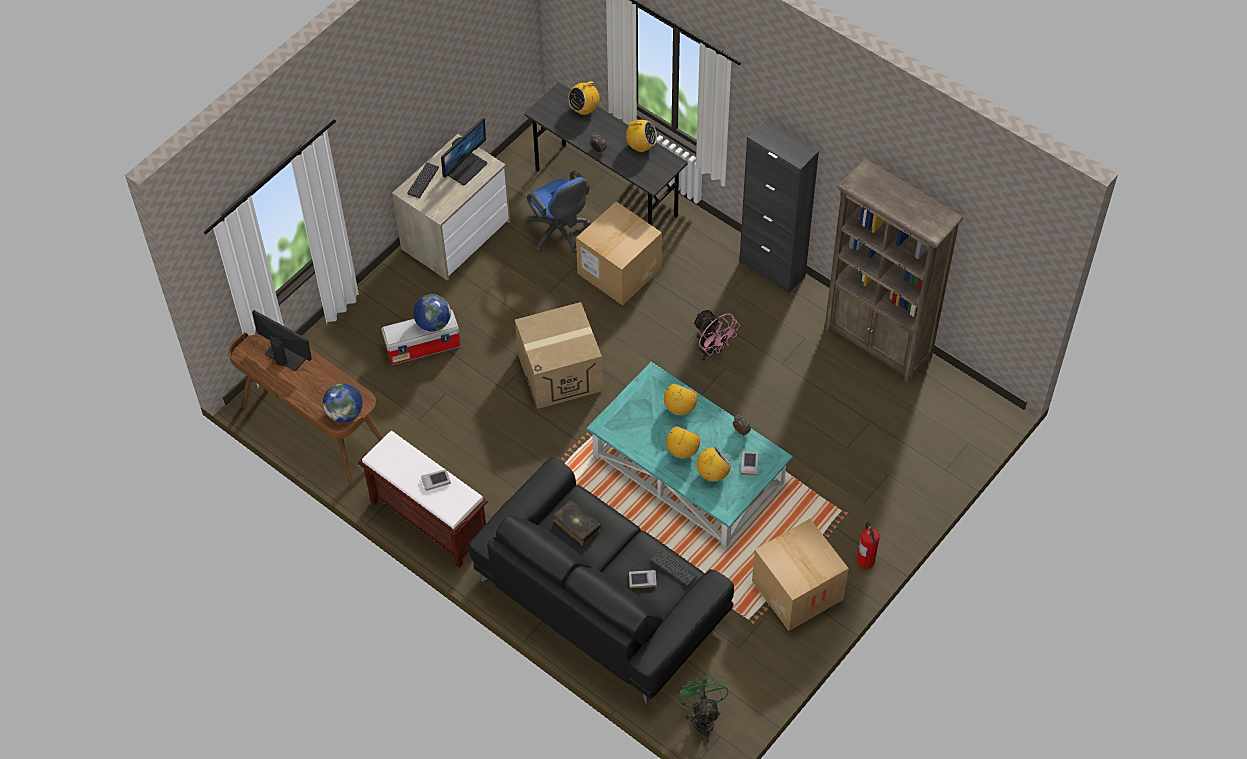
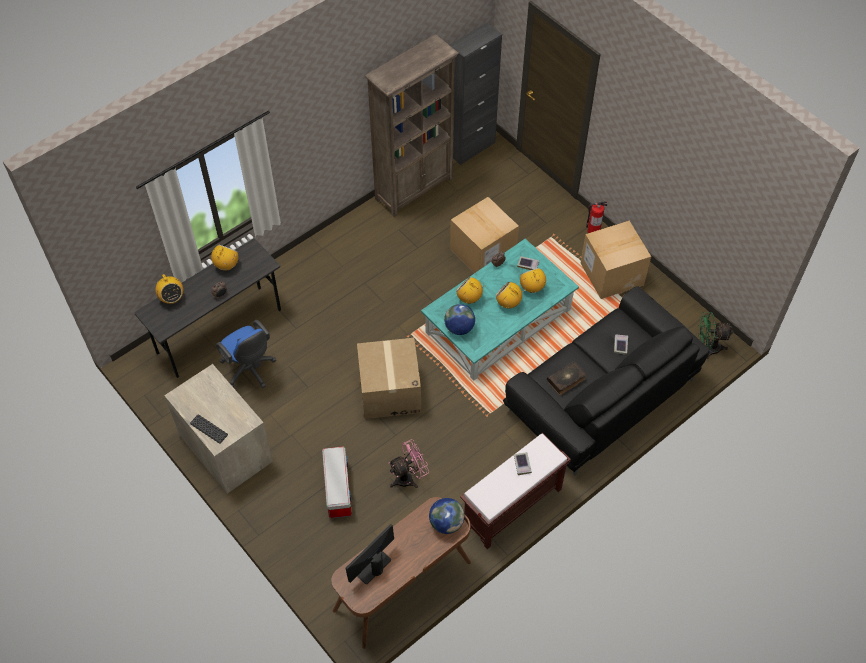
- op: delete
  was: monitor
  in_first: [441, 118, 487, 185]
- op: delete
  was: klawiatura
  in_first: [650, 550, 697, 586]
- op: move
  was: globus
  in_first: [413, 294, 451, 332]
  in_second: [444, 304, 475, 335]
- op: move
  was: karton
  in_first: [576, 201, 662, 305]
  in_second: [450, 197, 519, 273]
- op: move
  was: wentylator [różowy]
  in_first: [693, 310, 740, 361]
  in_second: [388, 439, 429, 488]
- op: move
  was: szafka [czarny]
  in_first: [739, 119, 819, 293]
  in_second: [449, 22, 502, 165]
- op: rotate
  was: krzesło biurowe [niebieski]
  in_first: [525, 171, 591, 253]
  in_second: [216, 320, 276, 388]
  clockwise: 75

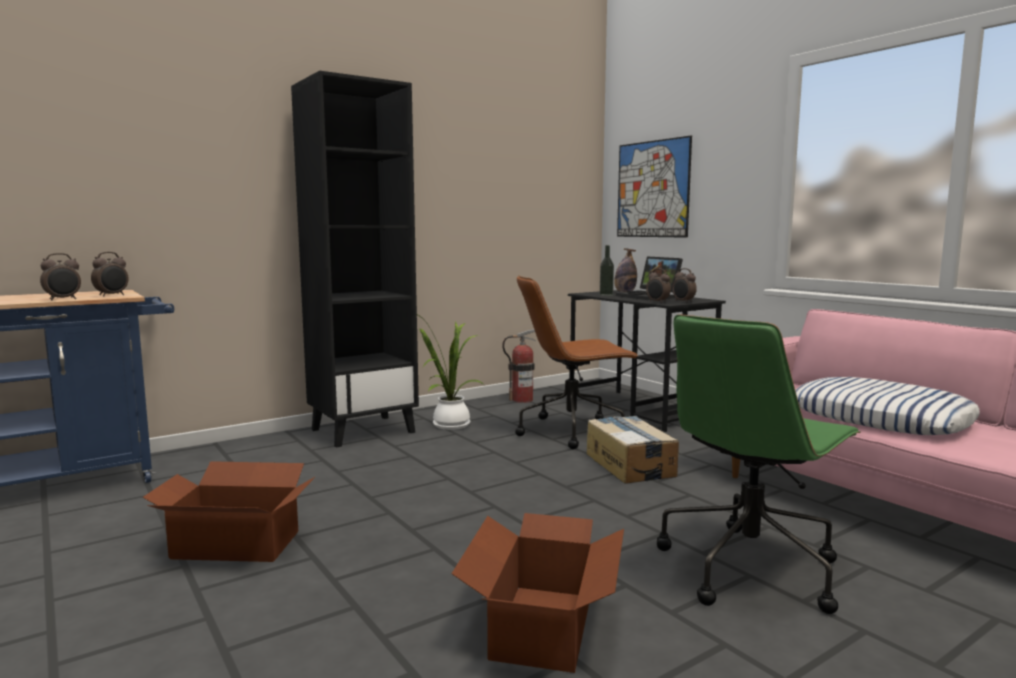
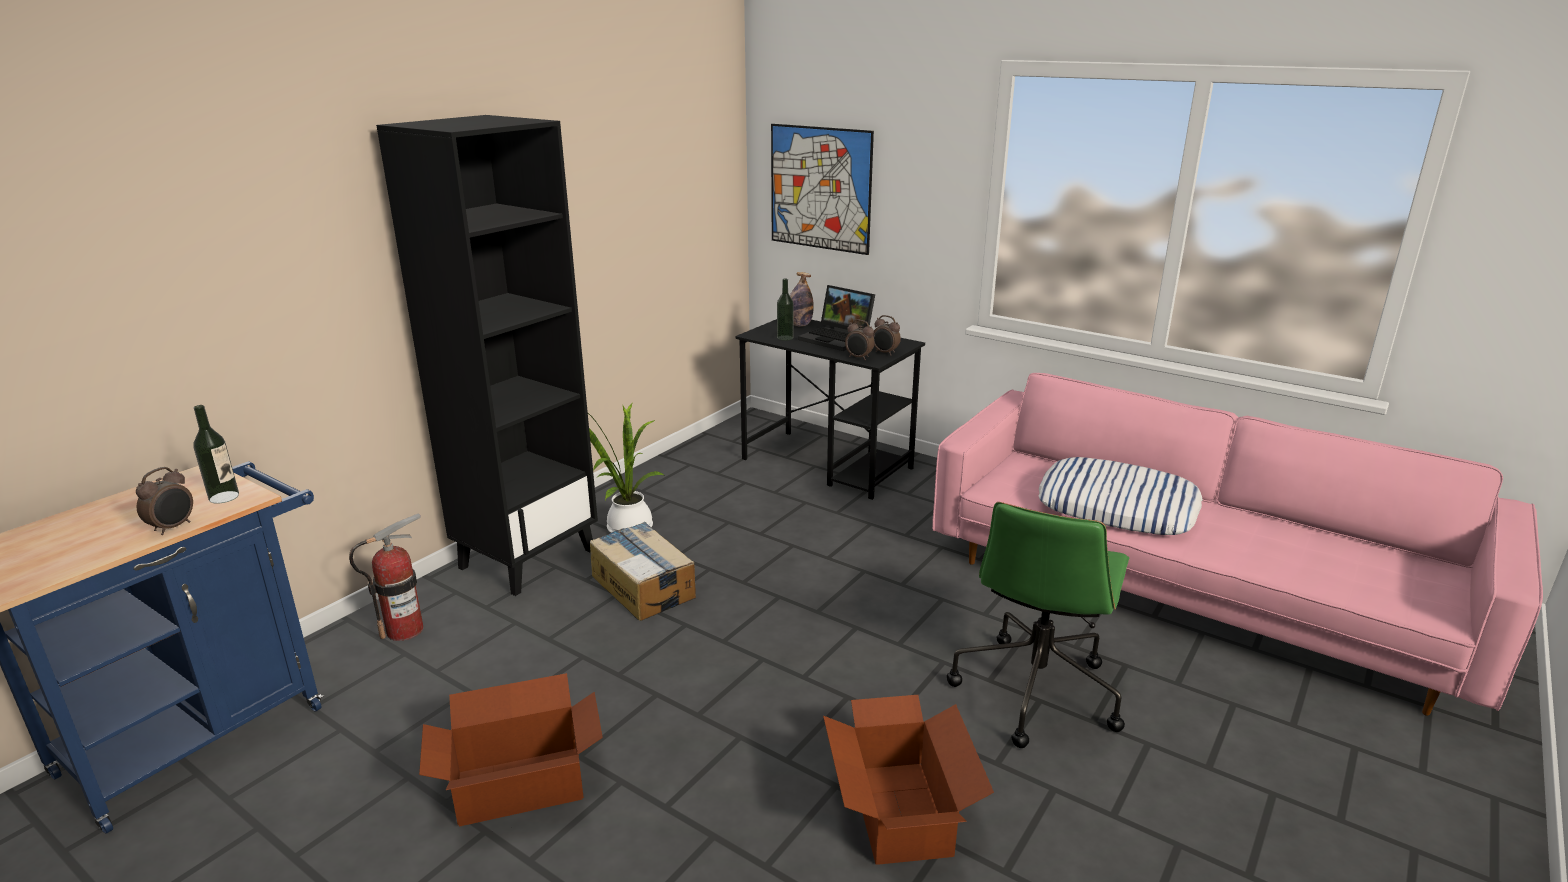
- op: delete
  was: krzesło biurowe [brązowy]
  in_first: [515, 275, 639, 449]
- op: move
  was: gaśnica
  in_first: [502, 329, 536, 403]
  in_second: [349, 513, 424, 641]
- op: move
  was: karton
  in_first: [586, 416, 679, 484]
  in_second: [590, 522, 696, 621]
- op: replace
  was: budzik
  now: butelka
  in_first: [91, 252, 128, 296]
  in_second: [193, 405, 239, 504]

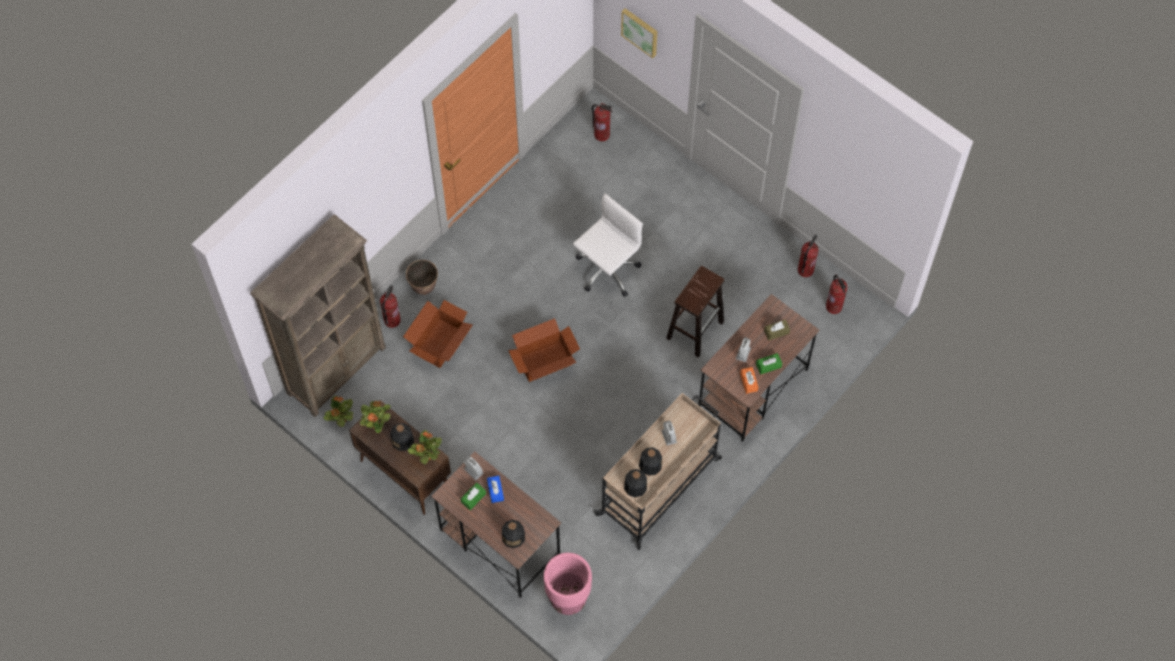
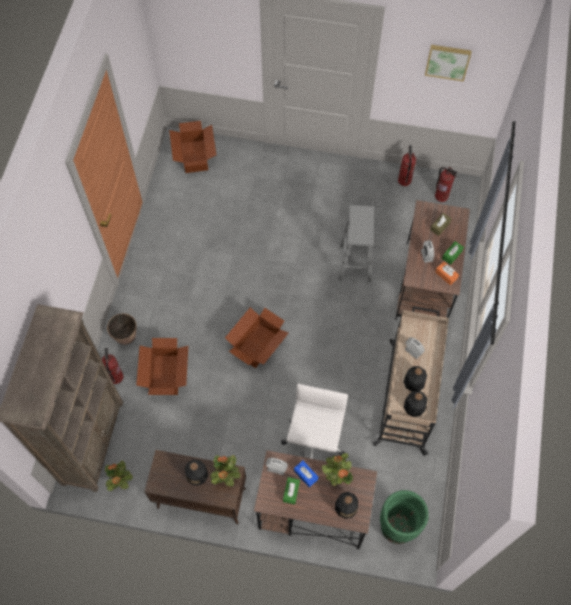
- op: move
  was: roślina doniczkowa
  in_first: [360, 401, 391, 433]
  in_second: [322, 453, 353, 486]
- op: move
  was: krzesło biurowe [biały]
  in_first: [573, 193, 643, 297]
  in_second: [281, 384, 348, 459]
- op: move
  was: obraz
  in_first: [621, 8, 657, 58]
  in_second: [425, 45, 472, 82]
- op: replace
  was: gaśnica
  now: karton
  in_first: [592, 103, 613, 141]
  in_second: [169, 121, 216, 173]
- op: recolor
  was: donica [różowy]
  now: donica [zielony]
  in_first: [544, 553, 592, 615]
  in_second: [380, 490, 429, 544]
- op: recolor
  was: stołek [brązowy]
  now: stołek [szary]
  in_first: [666, 266, 725, 358]
  in_second: [338, 205, 374, 282]

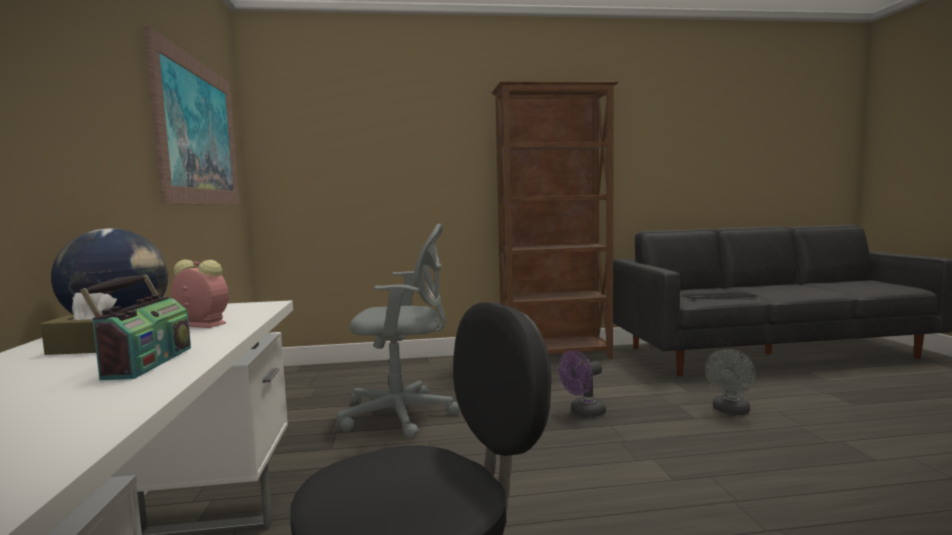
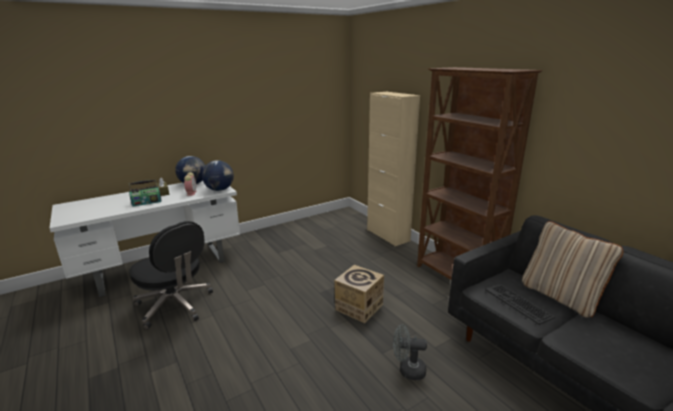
- op: delete
  was: obraz
  in_first: [144, 26, 239, 205]
- op: delete
  was: krzesło biurowe [szary]
  in_first: [337, 224, 460, 439]
- op: insert
  now: globus
  in_second: [202, 160, 234, 191]
- op: insert
  now: szafka [beżowy]
  in_second: [367, 92, 420, 246]
- op: insert
  now: poduszka [beżowy]
  in_second: [522, 221, 623, 318]
- op: replace
  was: wentylator [fioletowy]
  now: karton
  in_first: [559, 350, 606, 418]
  in_second: [334, 265, 384, 323]

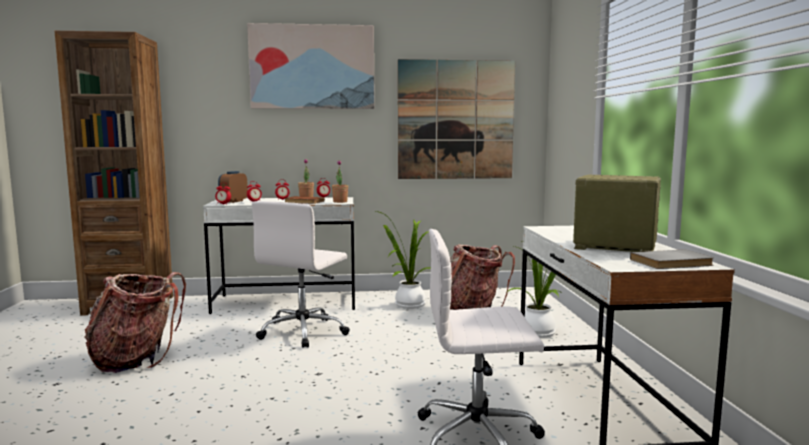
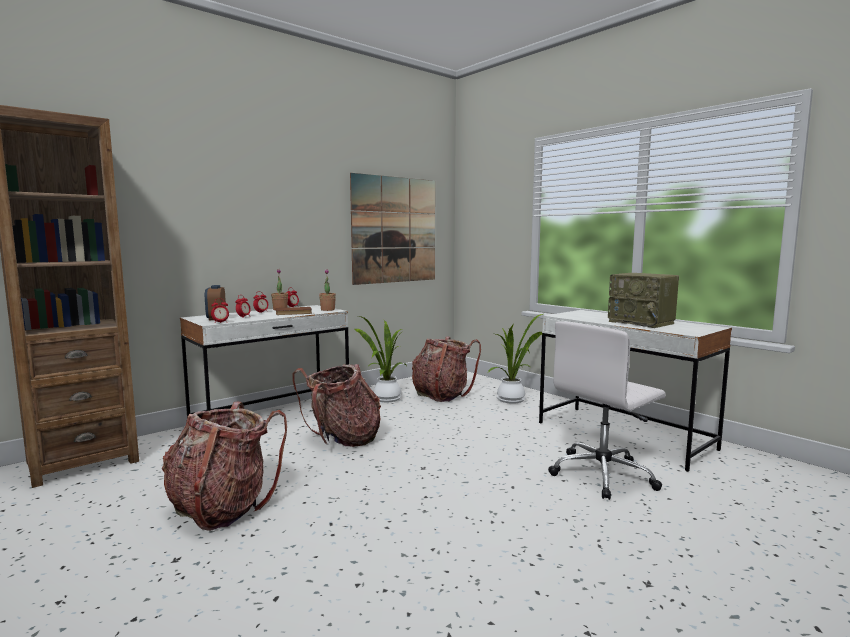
- op: delete
  was: obraz
  in_first: [247, 23, 375, 109]
- op: delete
  was: książka [szary]
  in_first: [630, 249, 714, 269]
- op: replace
  was: krzesło biurowe [biały]
  now: plecak
  in_first: [252, 201, 350, 348]
  in_second: [292, 364, 381, 447]
- op: rotate
  was: radio
  in_first: [573, 175, 661, 252]
  in_second: [608, 273, 679, 328]
  clockwise: -120

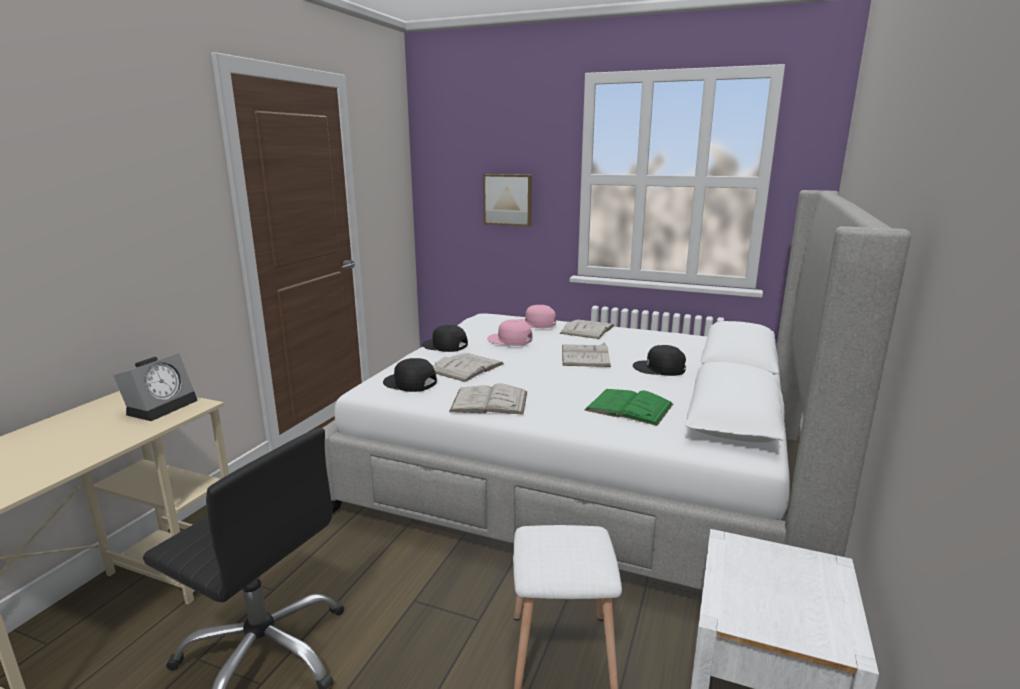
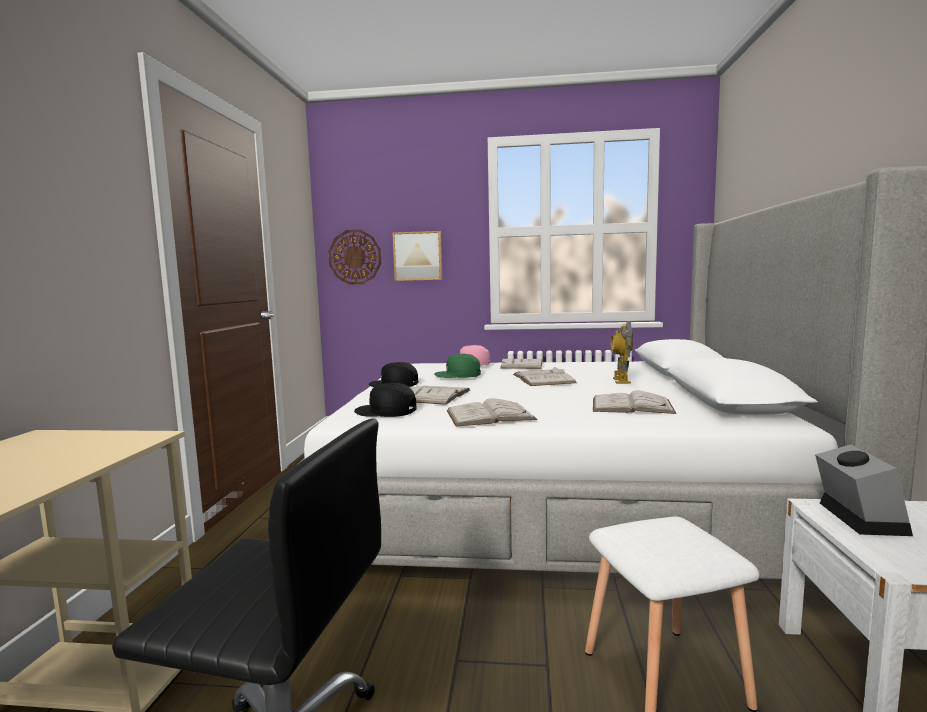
- op: insert
  now: zegar ścienny
  in_second: [328, 230, 381, 285]
- op: move
  was: budzik
  in_first: [113, 353, 198, 421]
  in_second: [815, 445, 913, 536]
- op: replace
  was: czapka z daszkiem [czarny]
  now: robot zabawkowy
  in_first: [633, 345, 686, 376]
  in_second: [611, 321, 633, 384]
- op: recolor
  was: czapka z daszkiem [różowy]
  now: czapka z daszkiem [zielony]
  in_first: [487, 319, 532, 346]
  in_second: [434, 354, 481, 378]
- op: recolor
  was: książka [zielony]
  now: książka [biały]
  in_first: [585, 389, 673, 426]
  in_second: [593, 390, 677, 414]

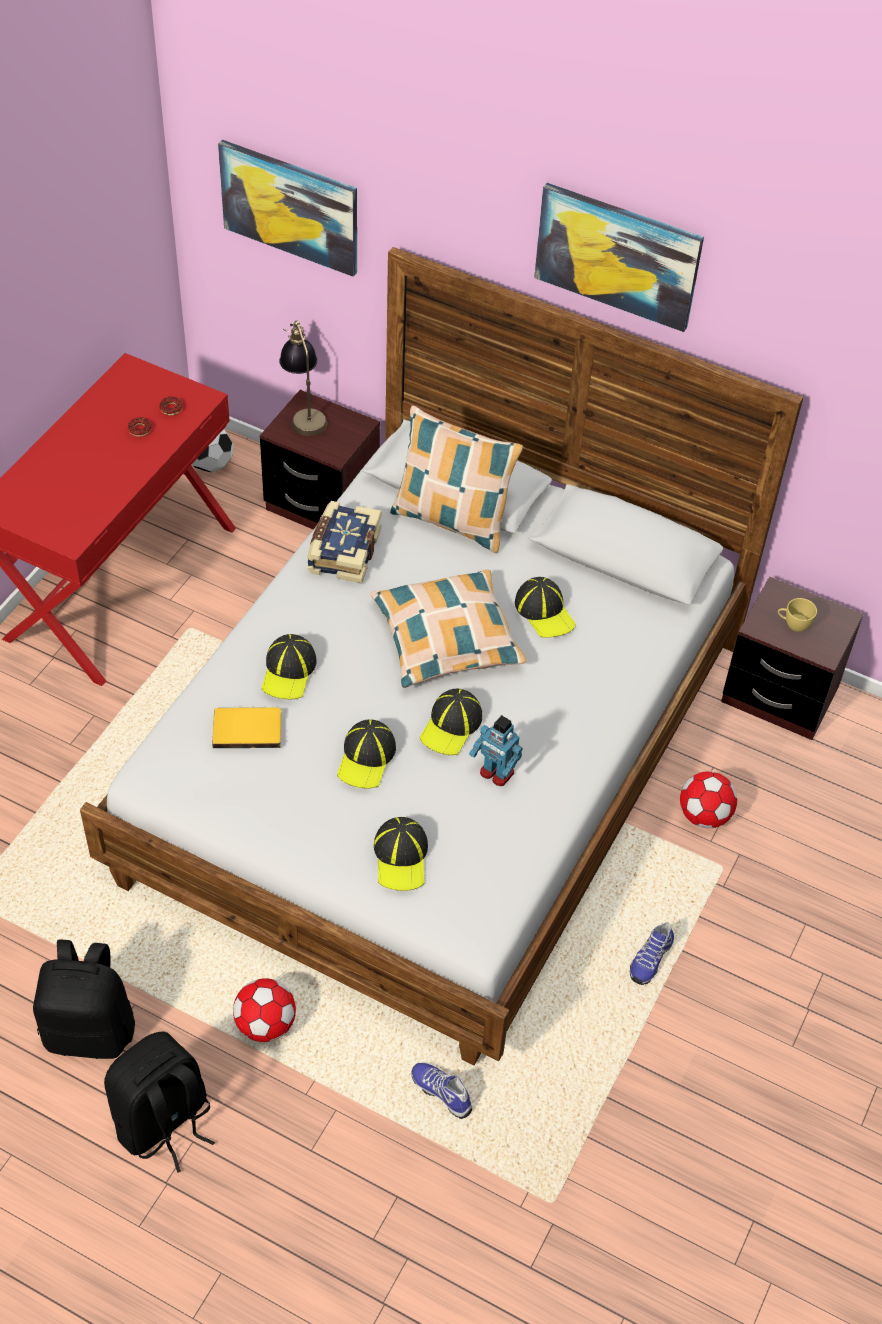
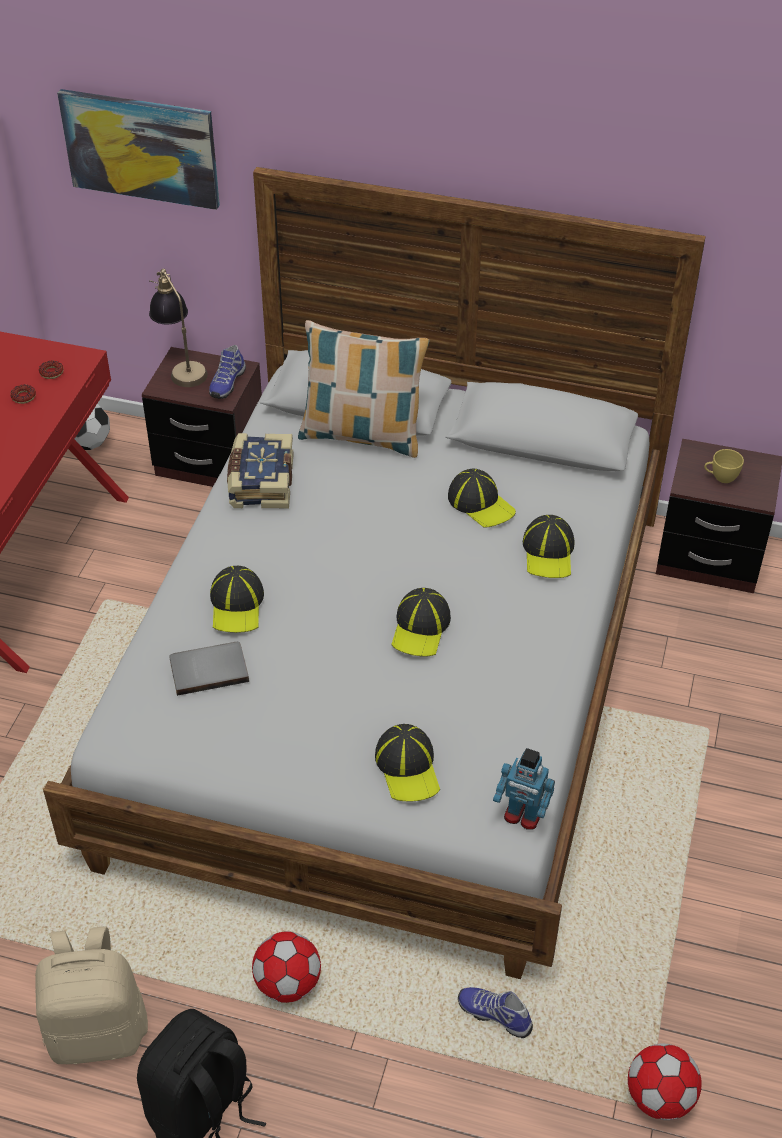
- op: delete
  was: poduszka
  in_first: [371, 570, 526, 688]
- op: delete
  was: obraz
  in_first: [534, 183, 704, 332]
- op: move
  was: czapka z daszkiem
  in_first: [337, 719, 396, 789]
  in_second: [523, 515, 574, 578]
- op: move
  was: robot zabawkowy
  in_first: [469, 715, 523, 786]
  in_second: [493, 748, 555, 830]
- op: move
  was: but
  in_first: [630, 922, 674, 985]
  in_second: [209, 345, 246, 399]
- op: move
  was: piłka futbolowa
  in_first: [680, 772, 737, 828]
  in_second: [628, 1043, 702, 1120]
- op: recolor
  was: plecak [czarny]
  now: plecak [beżowy]
  in_first: [33, 939, 135, 1059]
  in_second: [35, 926, 148, 1065]
- op: recolor
  was: książka [żółty]
  now: książka [szary]
  in_first: [212, 707, 281, 748]
  in_second: [169, 642, 249, 696]

